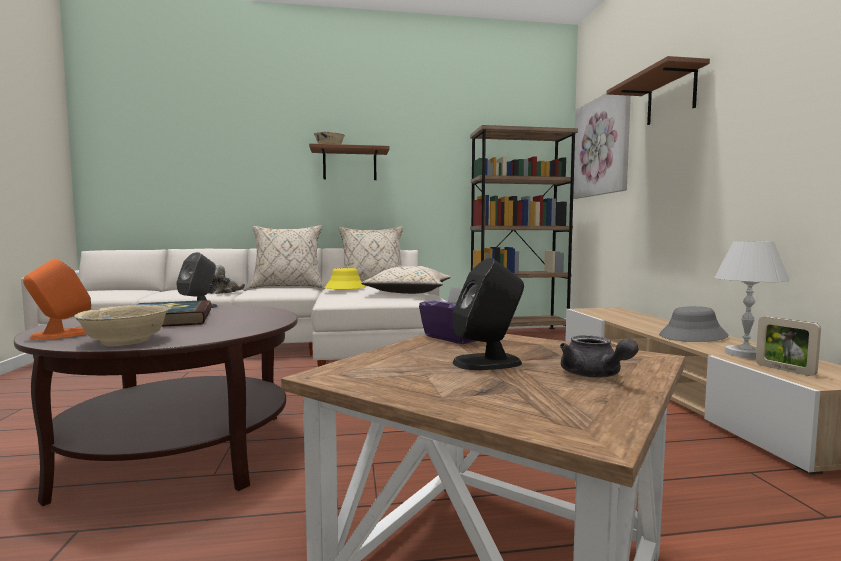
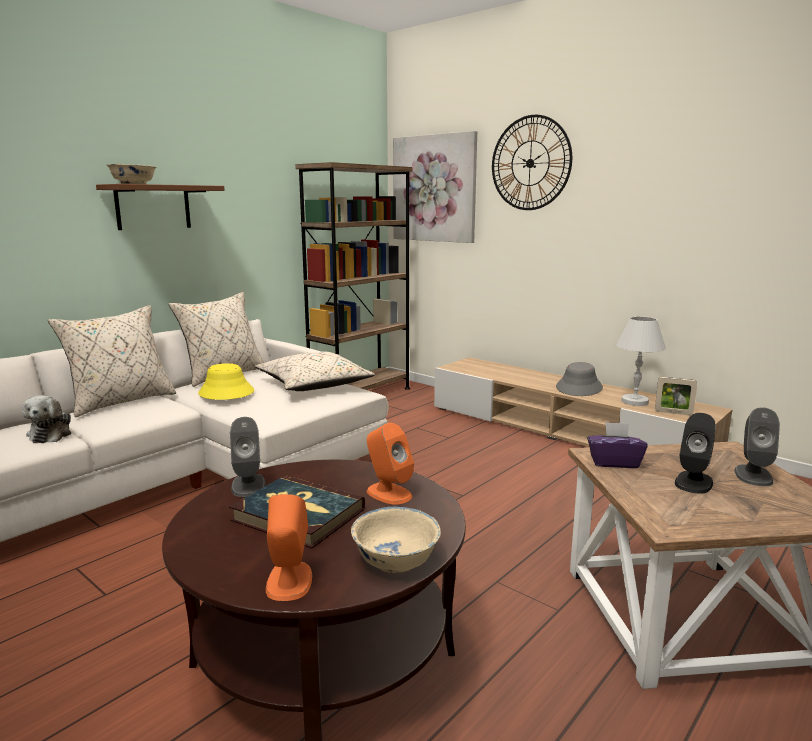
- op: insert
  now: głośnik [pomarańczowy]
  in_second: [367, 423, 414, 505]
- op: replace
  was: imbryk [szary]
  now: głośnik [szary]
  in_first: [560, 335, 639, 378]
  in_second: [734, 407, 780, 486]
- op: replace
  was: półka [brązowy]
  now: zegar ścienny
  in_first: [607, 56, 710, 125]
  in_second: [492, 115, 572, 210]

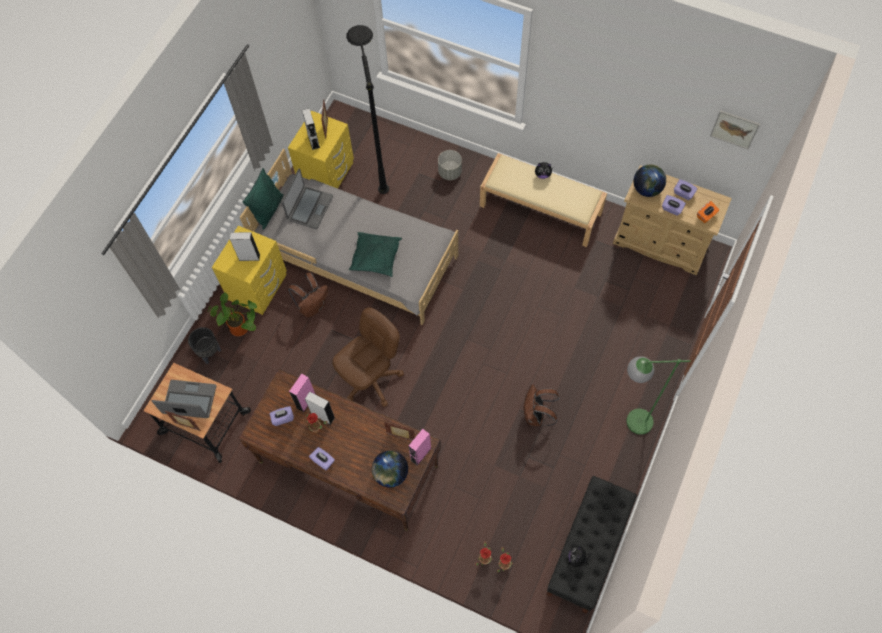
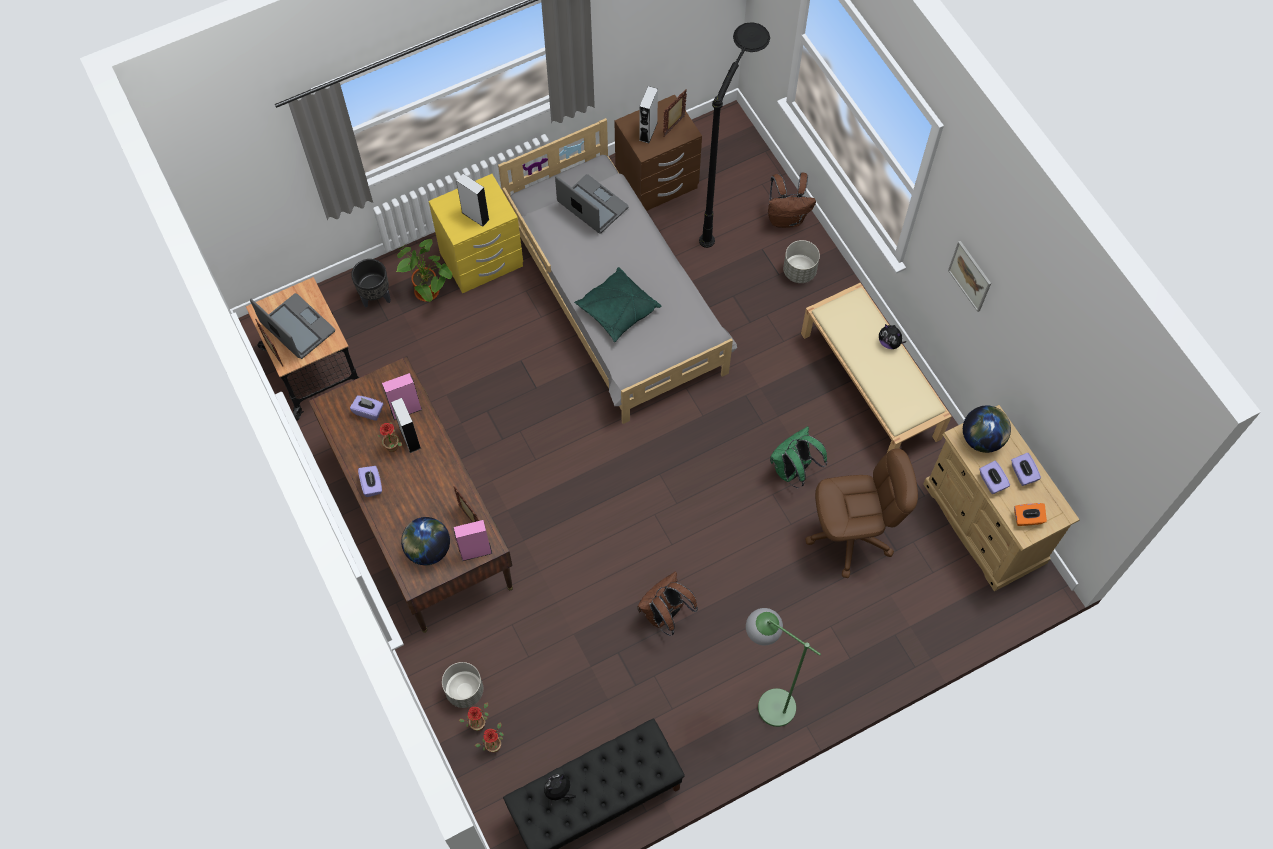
- op: delete
  was: poduszka [zielony]
  in_first: [242, 168, 283, 230]
- op: insert
  now: donica [szary]
  in_second: [442, 662, 483, 708]
- op: insert
  now: plecak [zielony]
  in_second: [770, 426, 827, 488]
- op: move
  was: plecak [brązowy]
  in_first: [288, 272, 328, 317]
  in_second: [768, 172, 816, 228]
- op: move
  was: krzesło biurowe [brązowy]
  in_first: [332, 307, 404, 407]
  in_second: [805, 448, 918, 578]
- op: move
  was: obraz
  in_first: [710, 110, 760, 149]
  in_second: [948, 241, 991, 312]
- op: recolor
  was: szafka nocna [żółty]
  now: szafka nocna [brązowy]
  in_first: [288, 111, 354, 189]
  in_second: [614, 95, 702, 211]
- op: rotate
  was: laptop
  in_first: [282, 169, 333, 229]
  in_second: [555, 174, 628, 234]
  clockwise: -105

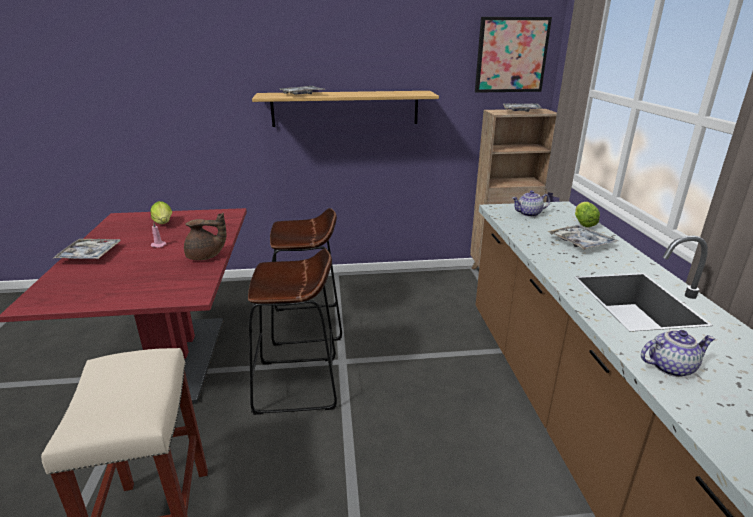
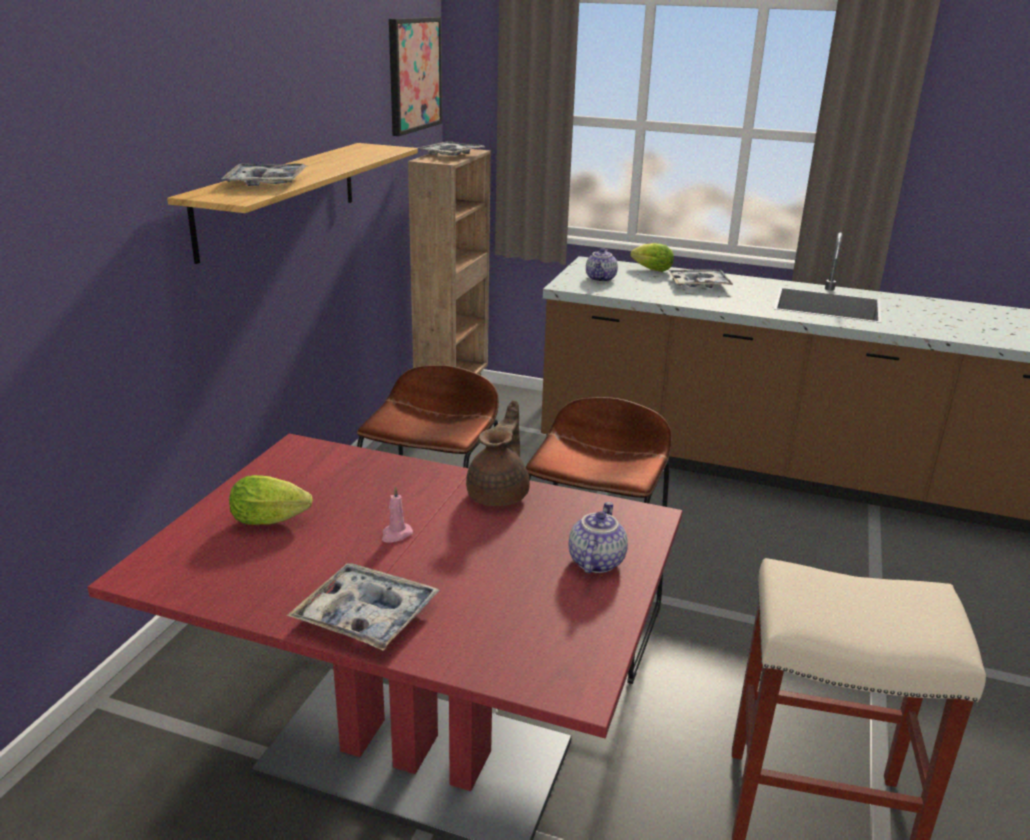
- op: move
  was: imbryk
  in_first: [641, 330, 715, 377]
  in_second: [569, 502, 628, 573]

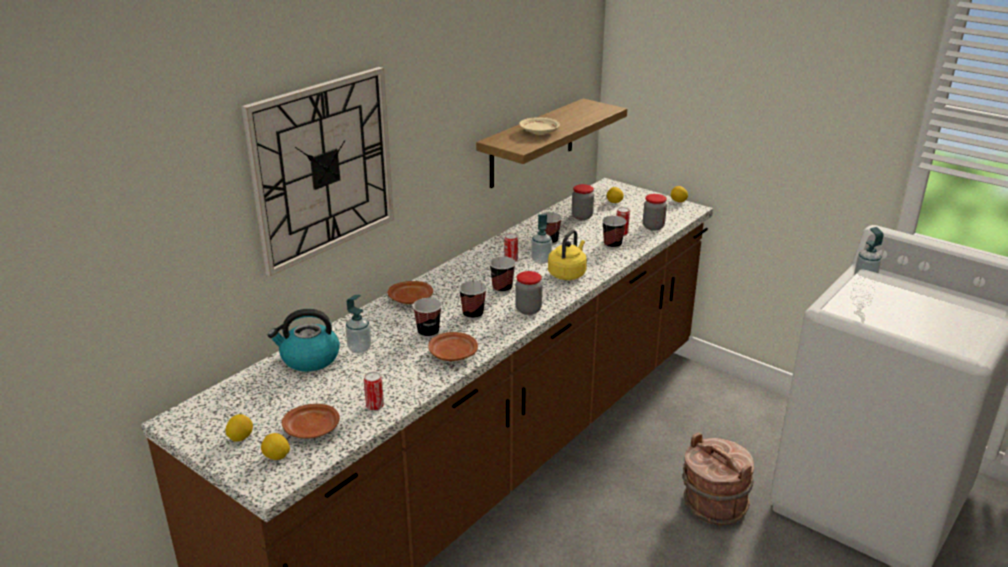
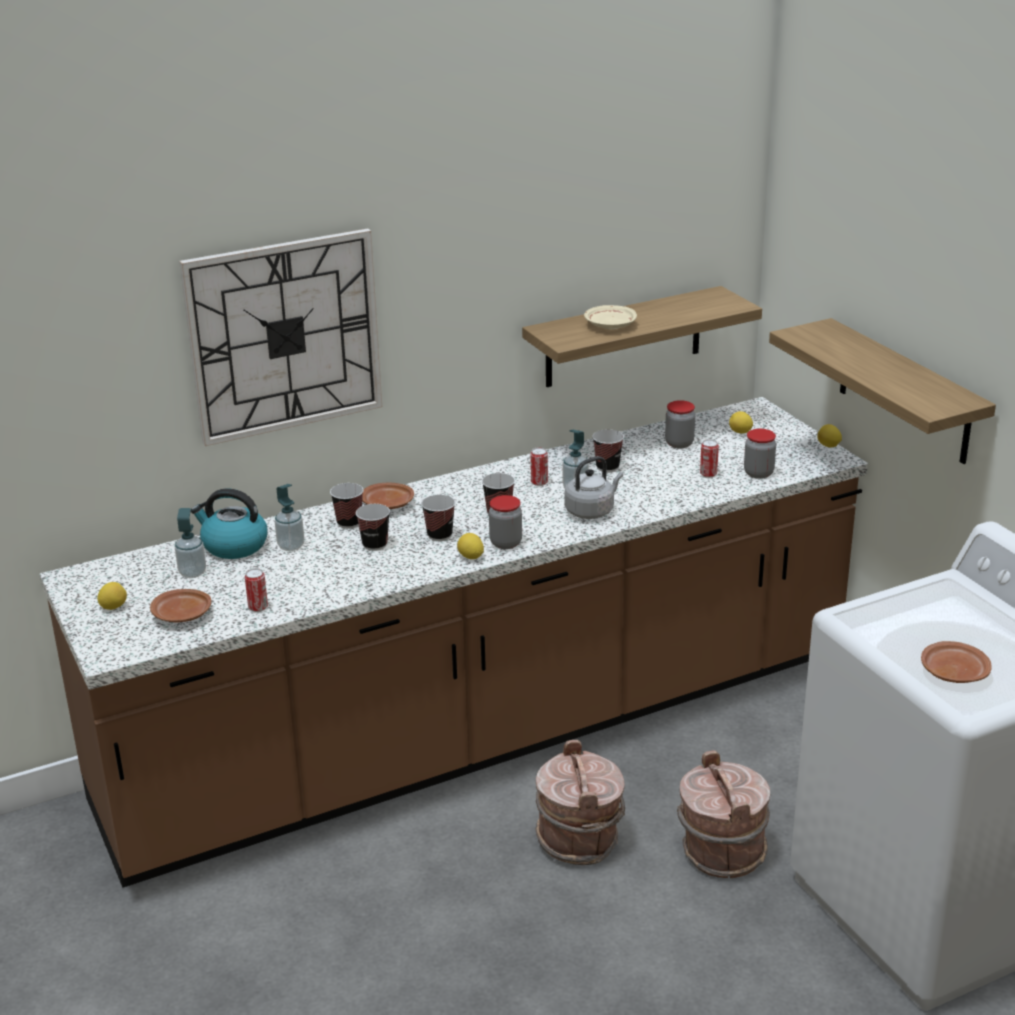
- op: insert
  now: wiadro [brązowy]
  in_second: [535, 740, 625, 865]
- op: insert
  now: półka
  in_second: [769, 318, 996, 464]
- op: move
  was: cytryna
  in_first: [261, 433, 290, 460]
  in_second: [457, 533, 484, 559]
- op: move
  was: talerz [brązowy]
  in_first: [428, 332, 478, 361]
  in_second: [921, 641, 992, 683]
- op: move
  was: filiżanka
  in_first: [602, 216, 627, 249]
  in_second: [330, 483, 364, 529]
- op: move
  was: dozownik mydła
  in_first: [854, 227, 884, 284]
  in_second: [175, 508, 206, 578]
- op: recolor
  was: czajnik [żółty]
  now: czajnik [szary]
  in_first: [548, 230, 587, 280]
  in_second: [564, 456, 623, 519]

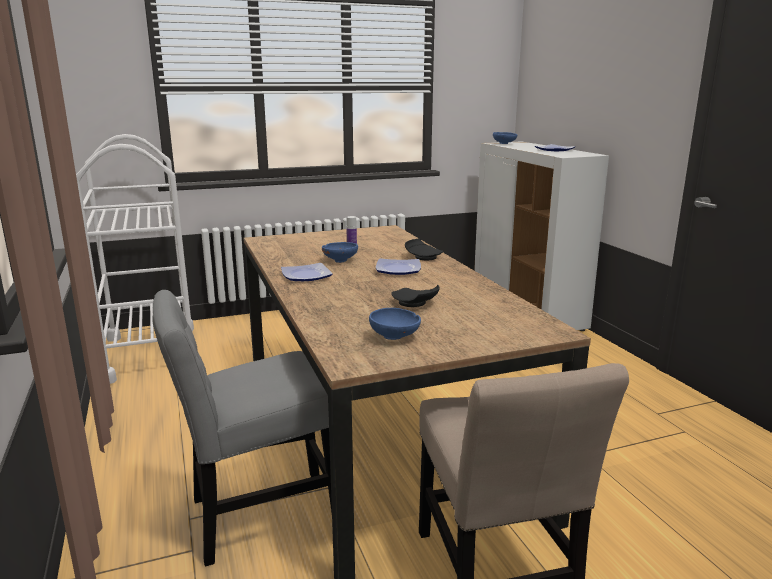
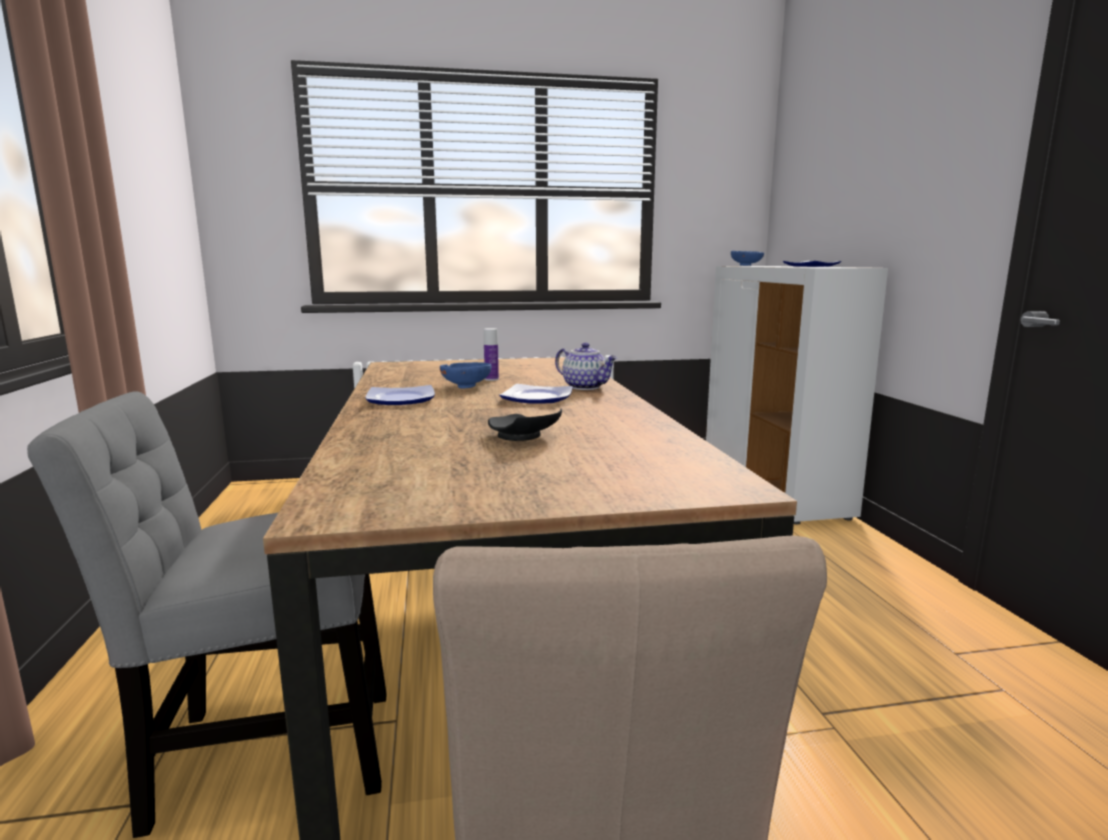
- op: delete
  was: wózek [biały]
  in_first: [76, 134, 194, 384]
- op: delete
  was: miska [niebieski]
  in_first: [369, 308, 421, 340]
- op: replace
  was: talerz [czarny]
  now: imbryk
  in_first: [405, 239, 443, 260]
  in_second: [555, 343, 617, 390]

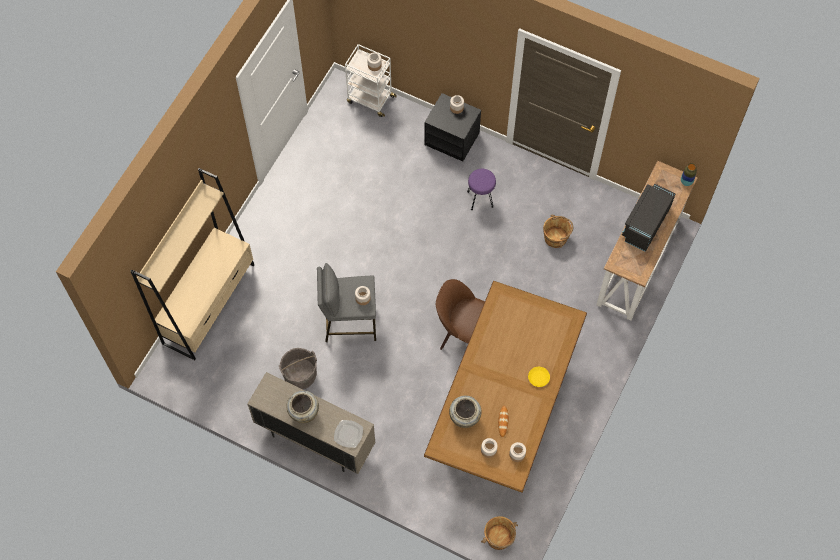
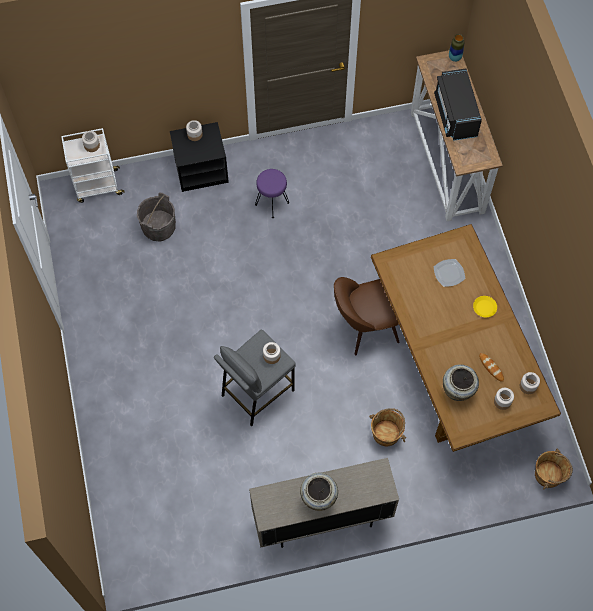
- op: delete
  was: regał [beżowy]
  in_first: [130, 168, 254, 360]
- op: move
  was: wiadro [szary]
  in_first: [279, 348, 317, 389]
  in_second: [137, 193, 176, 241]
- op: move
  was: talerz
  in_first: [334, 420, 363, 448]
  in_second: [434, 259, 465, 287]
- op: move
  was: wiadro [brązowy]
  in_first: [543, 215, 573, 248]
  in_second: [369, 408, 406, 446]

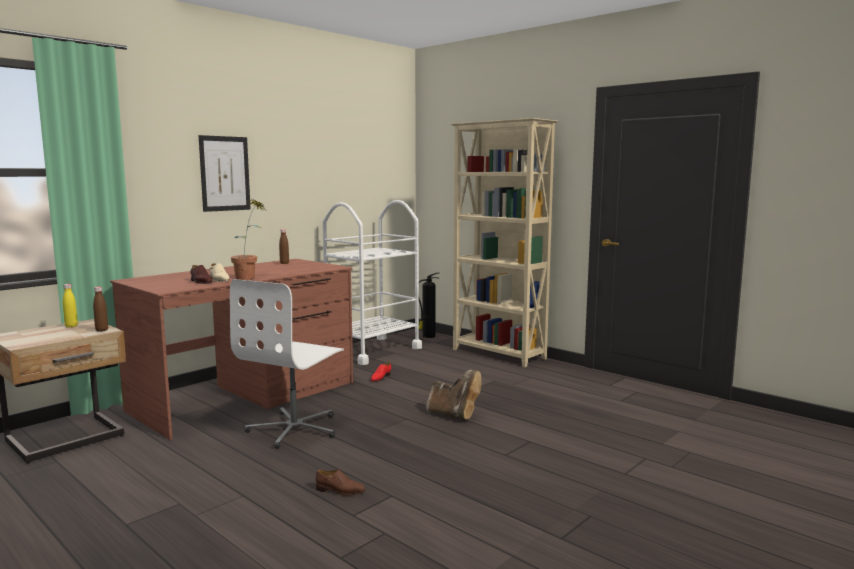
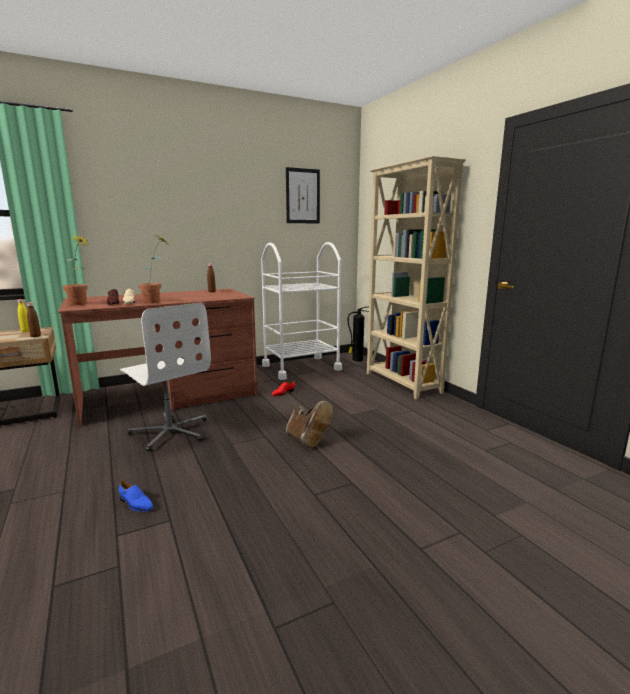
- op: insert
  now: roślina doniczkowa
  in_second: [63, 235, 91, 305]
- op: move
  was: obraz
  in_first: [199, 135, 251, 212]
  in_second: [286, 167, 320, 224]
- op: recolor
  was: but [brązowy]
  now: but [niebieski]
  in_first: [316, 469, 365, 495]
  in_second: [119, 481, 153, 512]
- op: rotate
  was: krzesło biurowe [biały]
  in_first: [230, 279, 344, 449]
  in_second: [120, 303, 211, 451]
  clockwise: -90

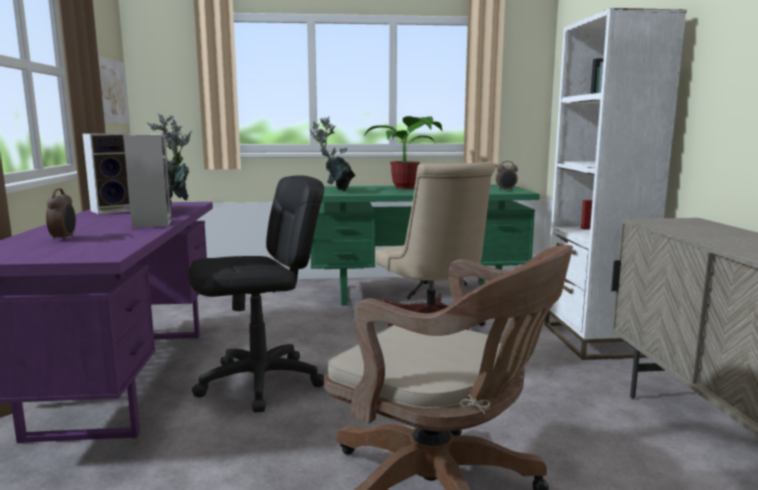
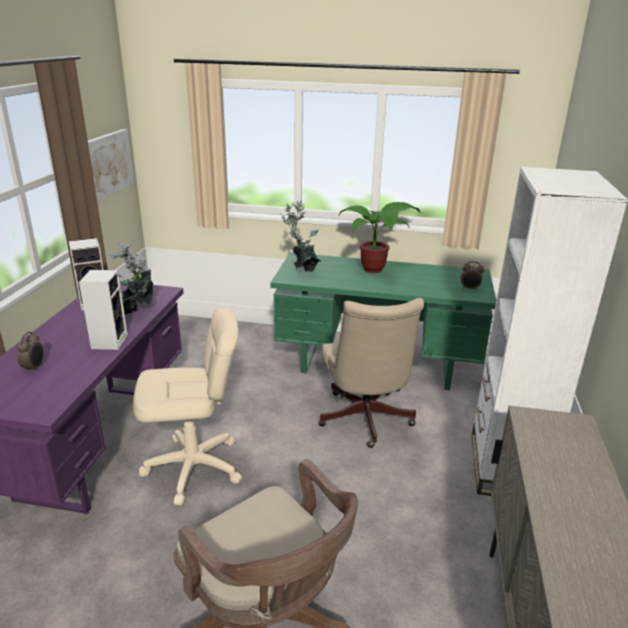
- op: recolor
  was: krzesło biurowe [czarny]
  now: krzesło biurowe [beżowy]
  in_first: [188, 175, 324, 413]
  in_second: [133, 308, 242, 506]

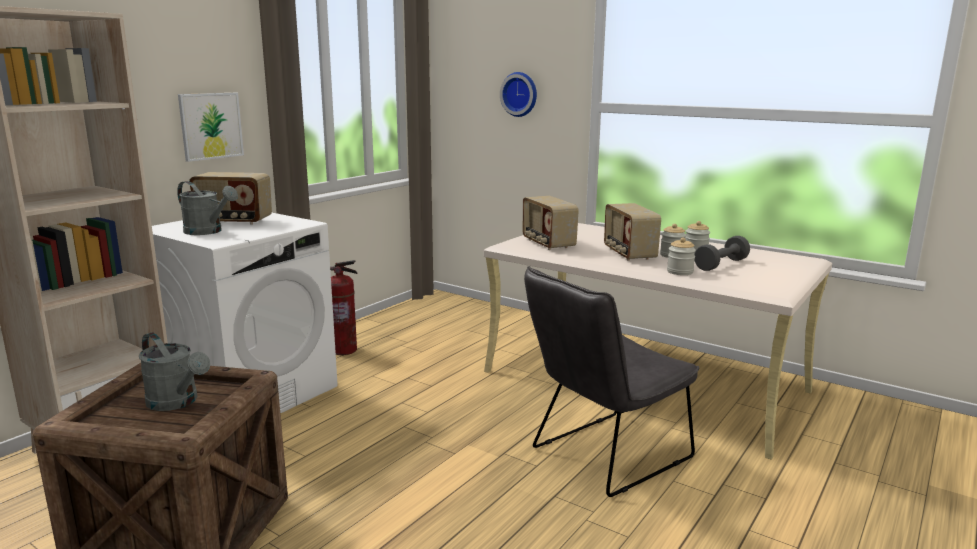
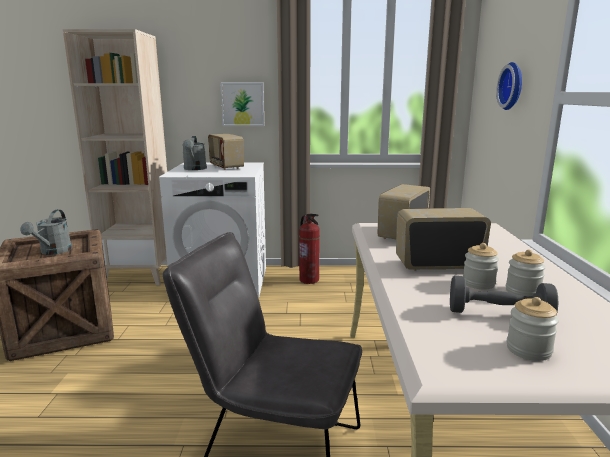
- op: move
  was: słoik
  in_first: [667, 238, 696, 275]
  in_second: [507, 297, 559, 361]
- op: rotate
  was: radio
  in_first: [604, 203, 661, 261]
  in_second: [396, 208, 491, 271]
  clockwise: 45

